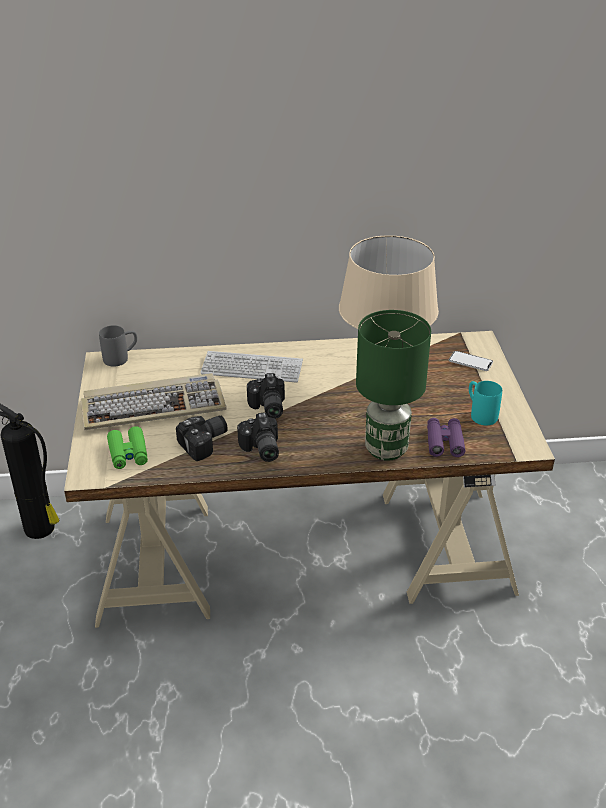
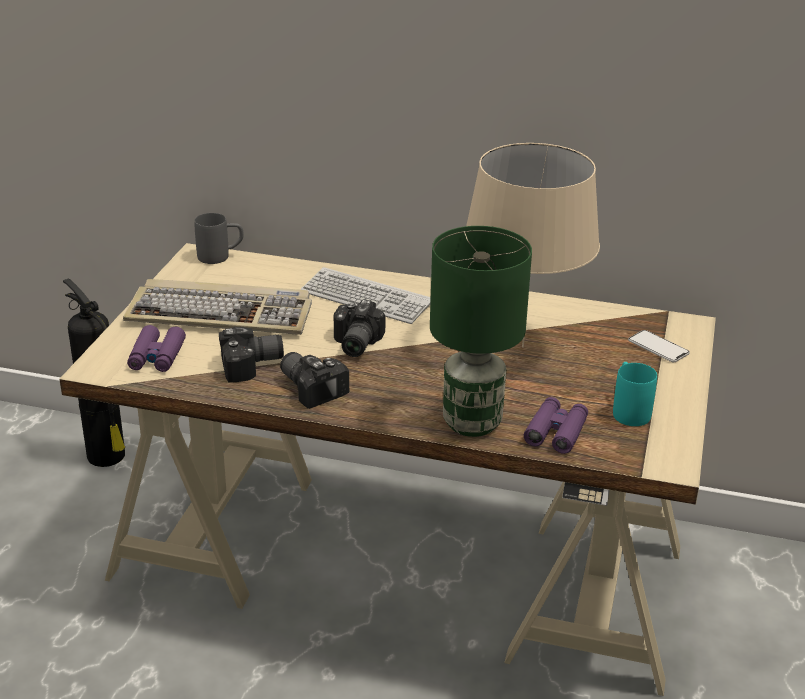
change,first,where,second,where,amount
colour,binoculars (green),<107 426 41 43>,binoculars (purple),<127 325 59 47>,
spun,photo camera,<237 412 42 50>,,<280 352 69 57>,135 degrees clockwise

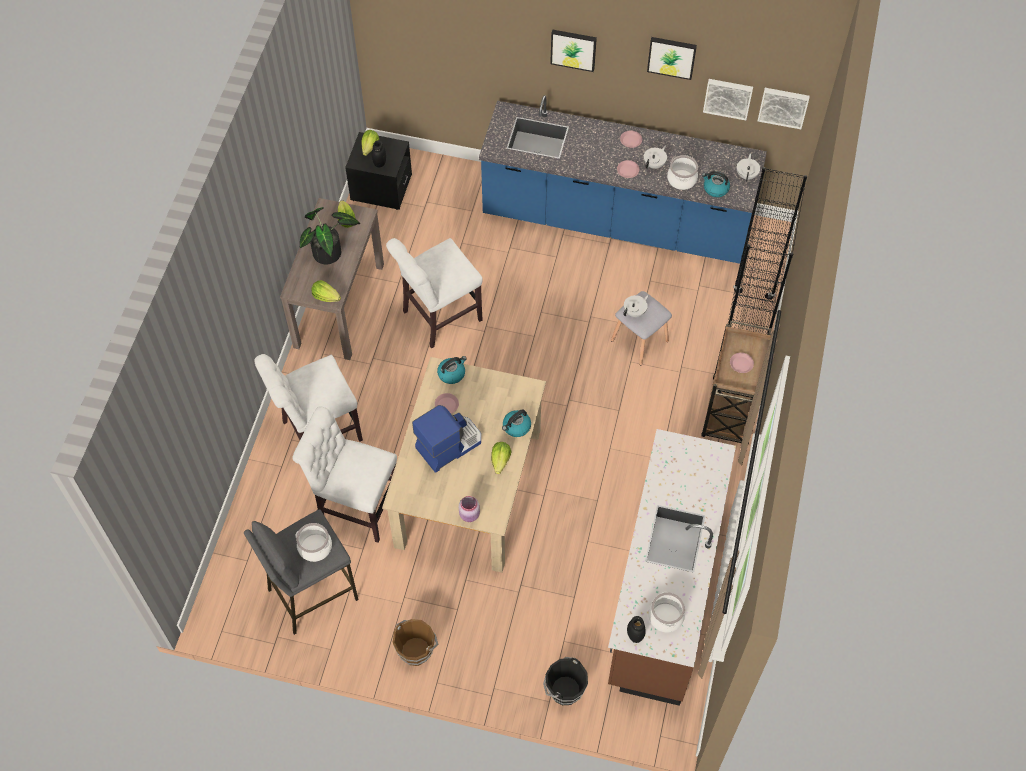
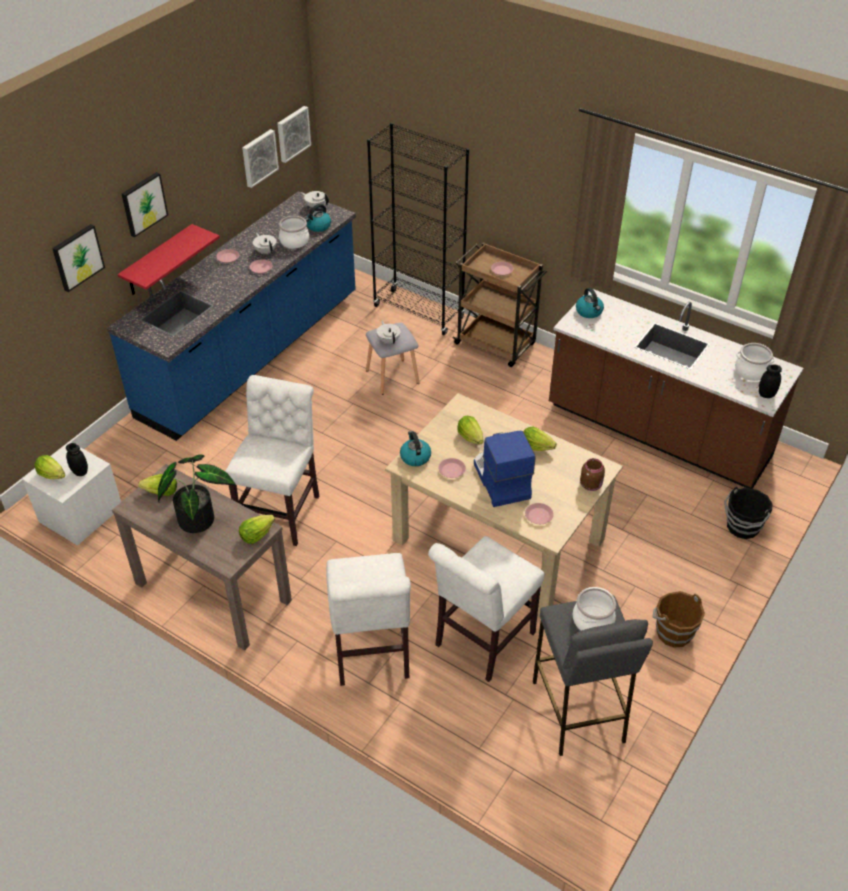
change,first,where,second,where,amount
colour,nightstand (black),<345 132 67 78>,nightstand (white),<22 442 99 103>,
relocated,picture,<647 37 50 43>,,<52 224 53 68>,
appeared,,,shelf (red),<118 224 102 71>,
spun,chair (white),<386 238 97 111>,,<225 375 94 171>,150 degrees counterclockwise
appeared,,,lettuce,<457 416 27 29>,
appeared,,,plate (pink),<525 503 29 21>,
relocated,kettle,<502 409 29 28>,,<576 288 28 30>,
colour,jar (pink),<459 496 21 26>,jar (brown),<580 458 25 33>,

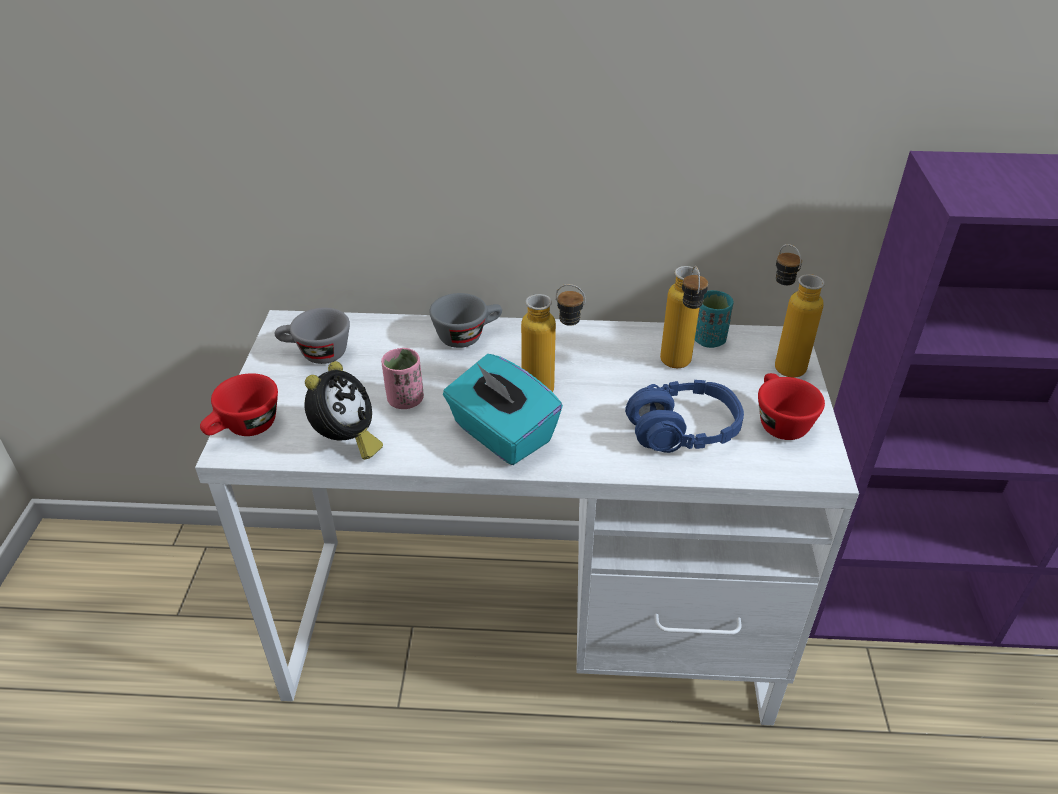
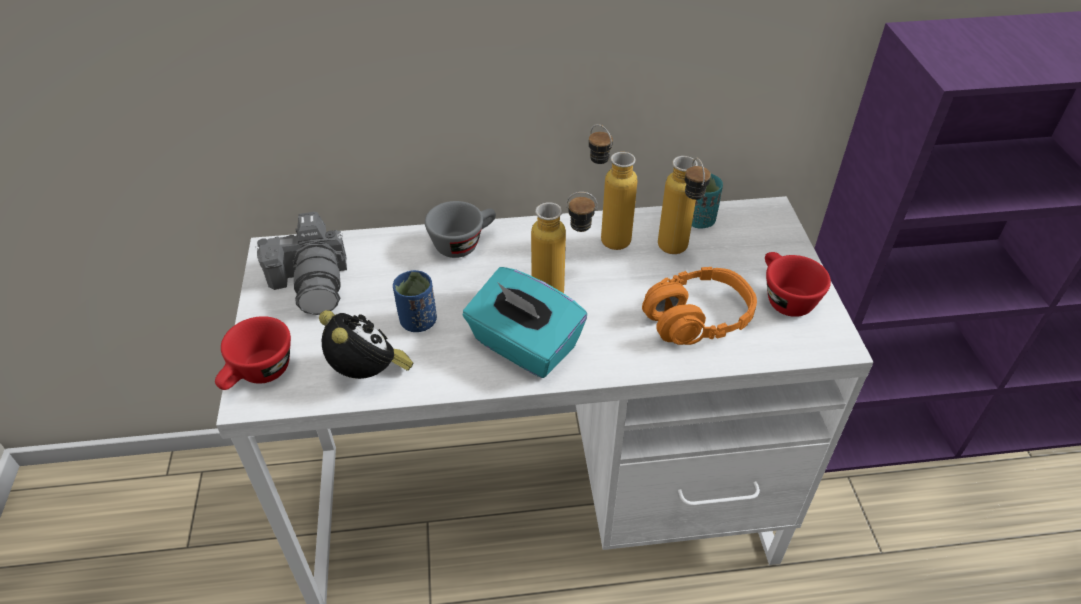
change,first,where,second,where,amount
exchanged,cup (grey),<275 308 75 56>,photo camera,<255 212 92 103>,
spun,alarm clock,<304 361 79 99>,,<319 310 94 69>,45 degrees counterclockwise
colour,cup (pink),<381 348 43 61>,cup (blue),<393 270 44 62>,
relocated,bottle,<775 244 50 134>,,<589 124 48 126>,
colour,headphones (blue),<625 380 119 73>,headphones (orange),<642 267 115 78>,

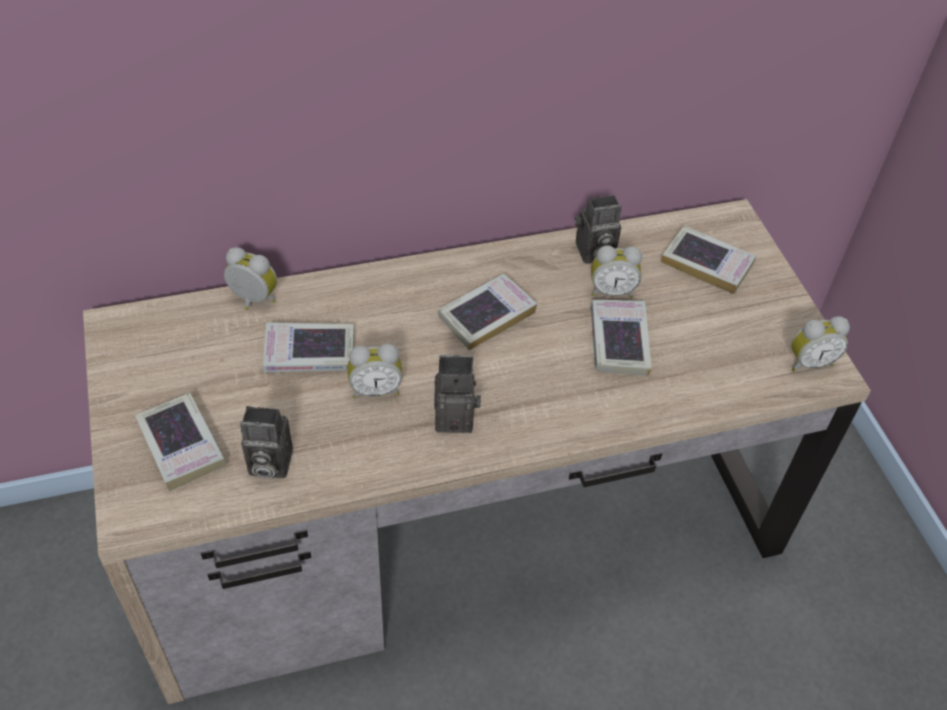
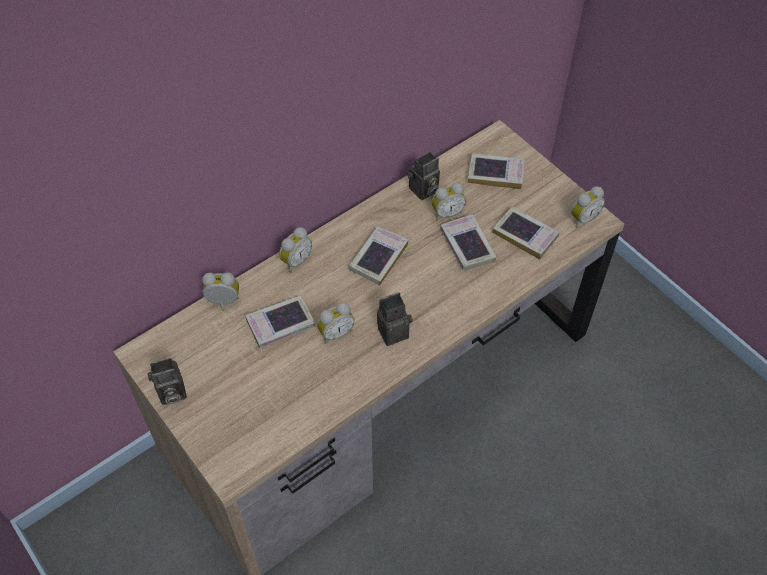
change,first,where,second,where,amount
relocated,photo camera,<240 406 53 73>,,<147 358 40 47>,
appeared,,,alarm clock,<279 227 33 45>,
relocated,book,<135 393 91 98>,,<493 206 67 54>,

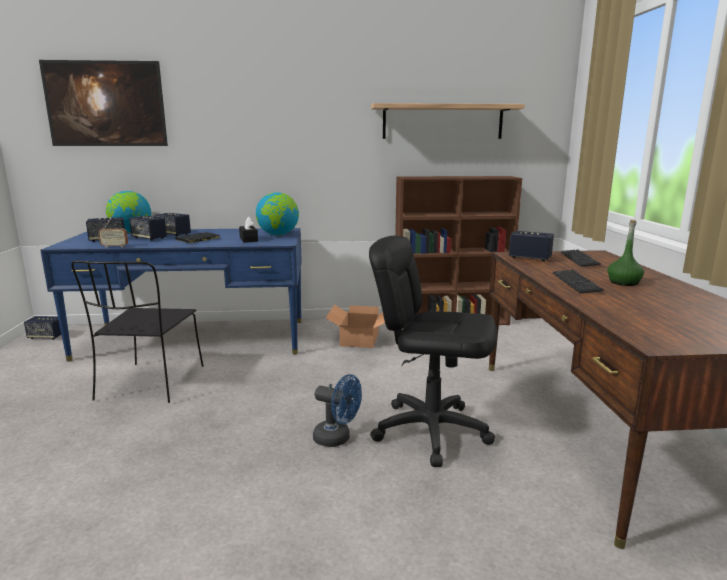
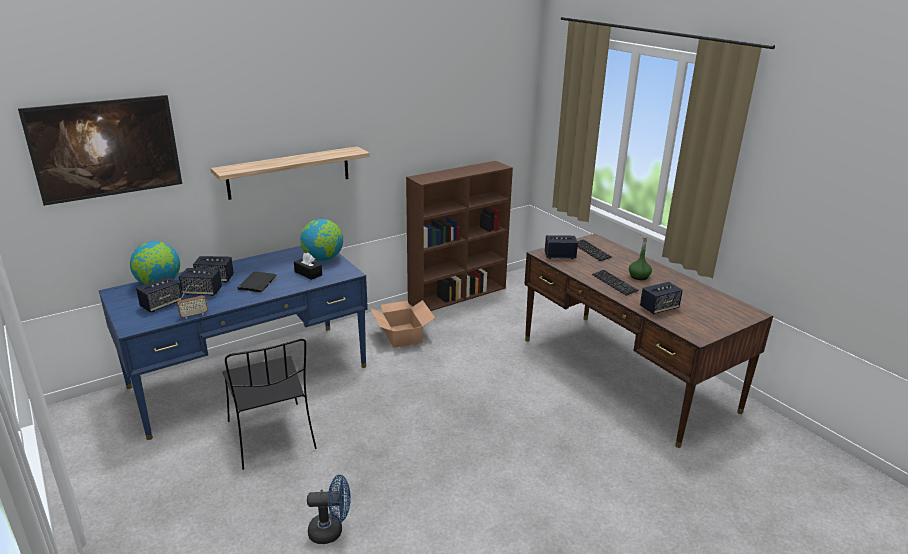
change,first,where,second,where,amount
relocated,shelf,<371 103 154 36>,,<211 146 159 54>,
relocated,fan (blue),<313 374 49 73>,,<307 475 44 69>,
relocated,speaker,<24 316 37 24>,,<640 282 43 32>,
missing,office chair (black),<369 236 128 231>,,,

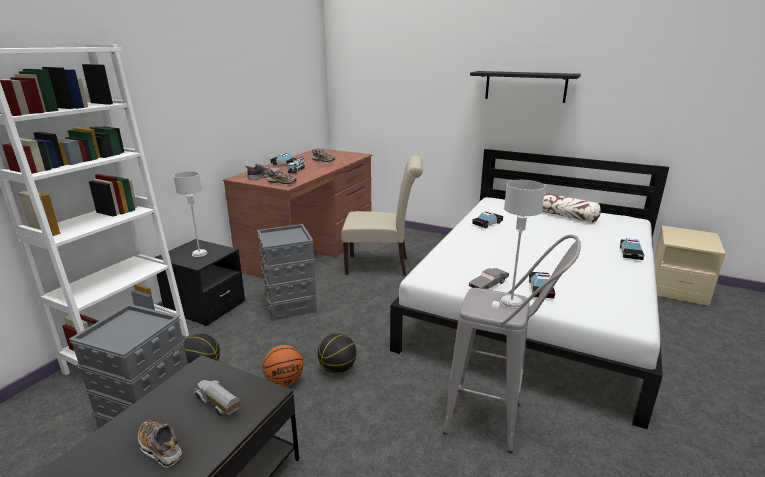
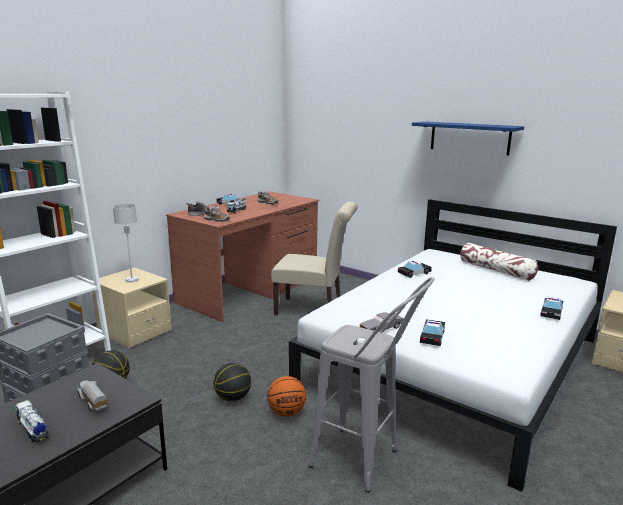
change,first,where,second,where,amount
exchanged,shoe,<138 420 45 48>,toy truck,<15 400 34 42>,
colour,nightstand (black),<154 239 91 87>,nightstand (beige),<91 267 81 81>,
relocated,basketball,<262 345 41 41>,,<267 376 39 41>,
colour,shelf (black),<470 71 111 32>,shelf (blue),<412 121 112 34>,
missing,storage box (grey),<257 224 60 97>,,,
missing,table lamp (grey),<500 180 45 129>,,,

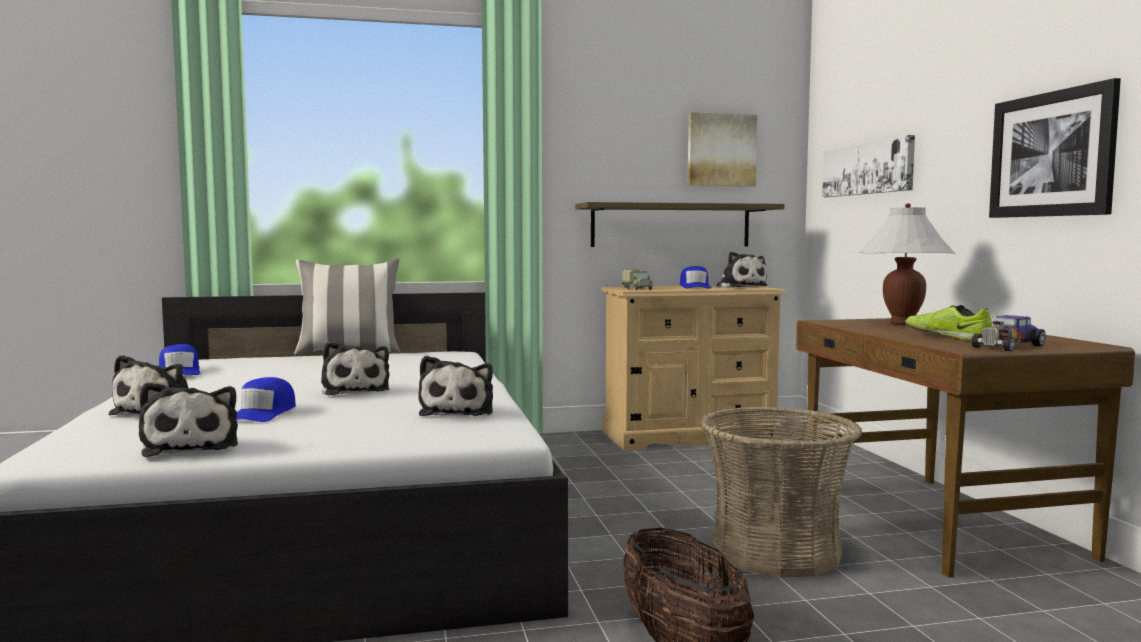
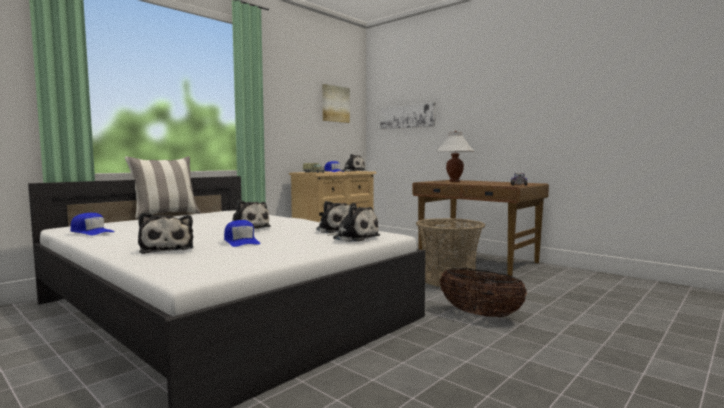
change,first,where,second,where,amount
relocated,plush toy,<139 382 99 75>,,<327 206 53 36>,
missing,shelf,<575 202 210 45>,,,
missing,shoe,<905 305 87 36>,,,
missing,picture,<989 78 132 140>,,,

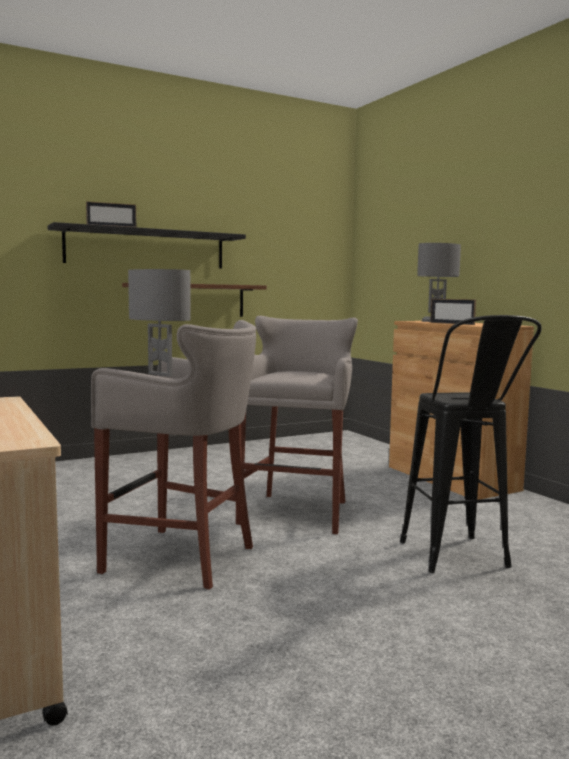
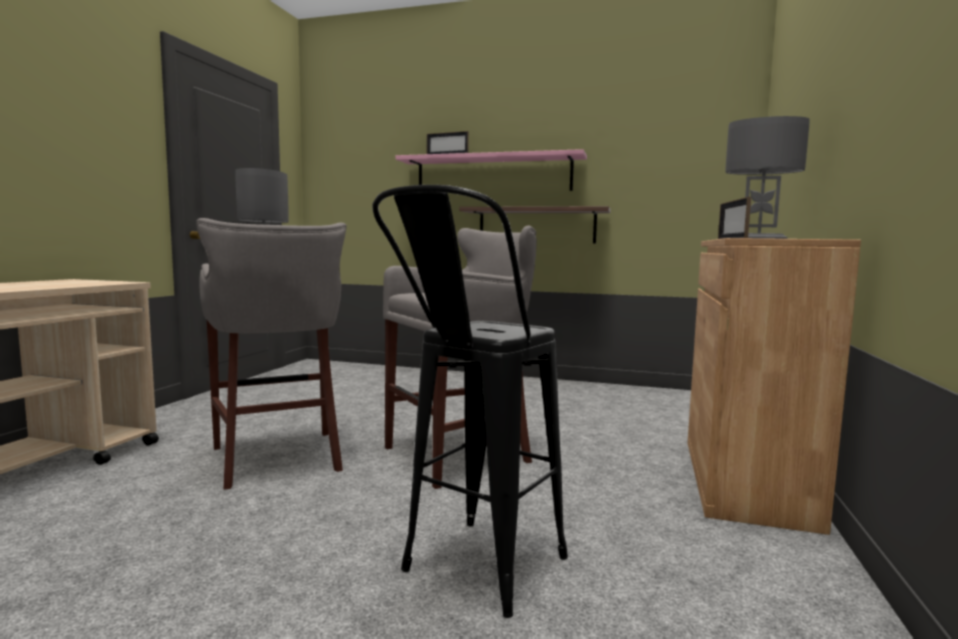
change,first,where,second,where,amount
colour,shelf (black),<48 222 198 46>,shelf (pink),<395 149 192 42>,

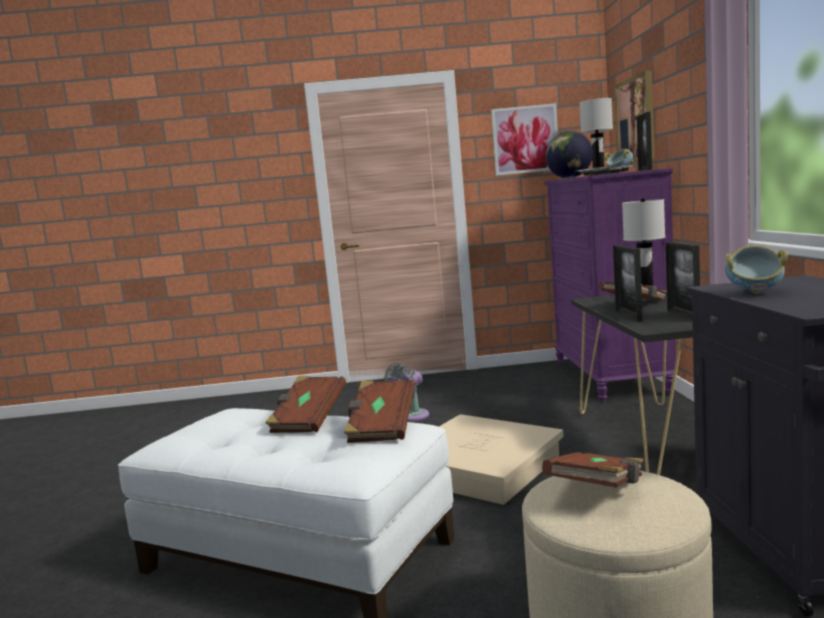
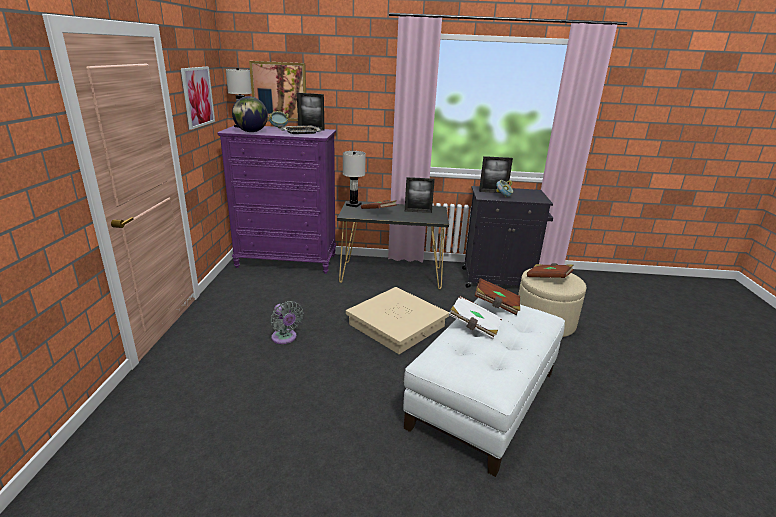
change,first,where,second,where,amount
colour,book (brown),<265 376 81 57>,book (white),<449 296 53 44>,
relocated,picture frame,<613 245 30 77>,,<479 156 34 37>,

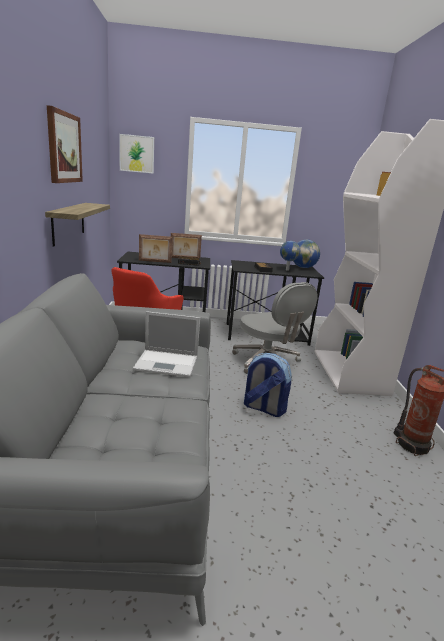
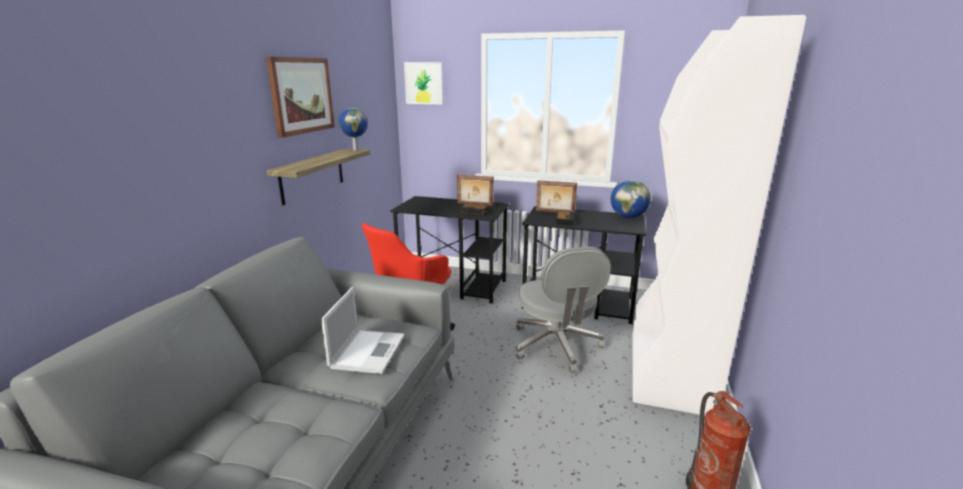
change,first,where,second,where,amount
spun,laptop,<132 311 68 66>,,<321 287 83 87>,105 degrees counterclockwise
relocated,globe,<280 241 20 30>,,<339 108 29 43>,
relocated,picture frame,<139 234 33 29>,,<536 180 41 34>,
missing,backpack,<244 353 48 64>,,,

